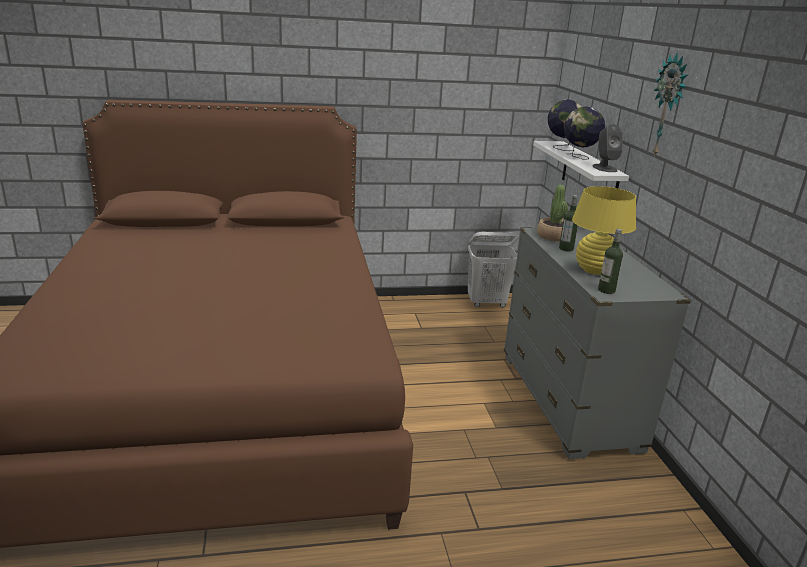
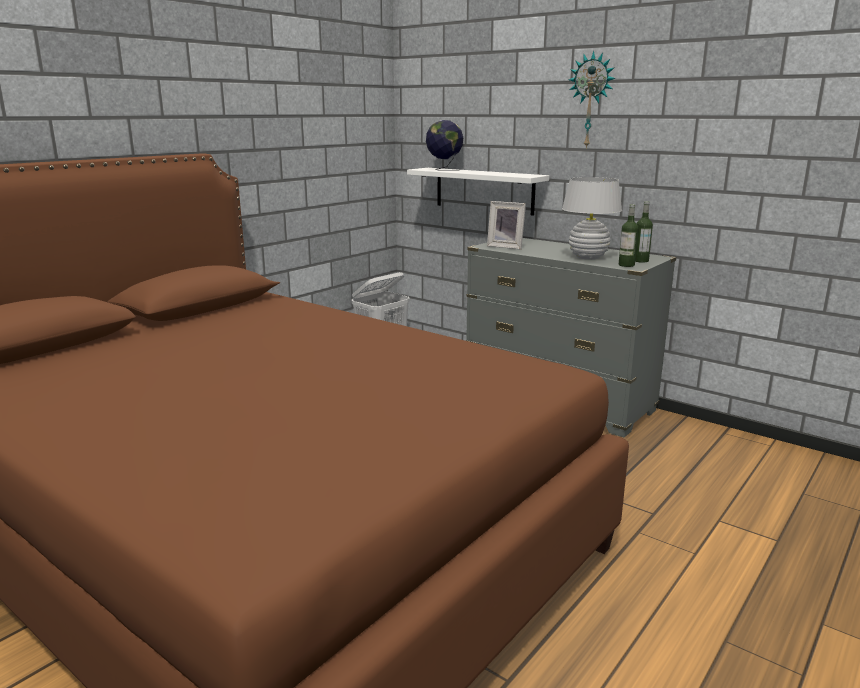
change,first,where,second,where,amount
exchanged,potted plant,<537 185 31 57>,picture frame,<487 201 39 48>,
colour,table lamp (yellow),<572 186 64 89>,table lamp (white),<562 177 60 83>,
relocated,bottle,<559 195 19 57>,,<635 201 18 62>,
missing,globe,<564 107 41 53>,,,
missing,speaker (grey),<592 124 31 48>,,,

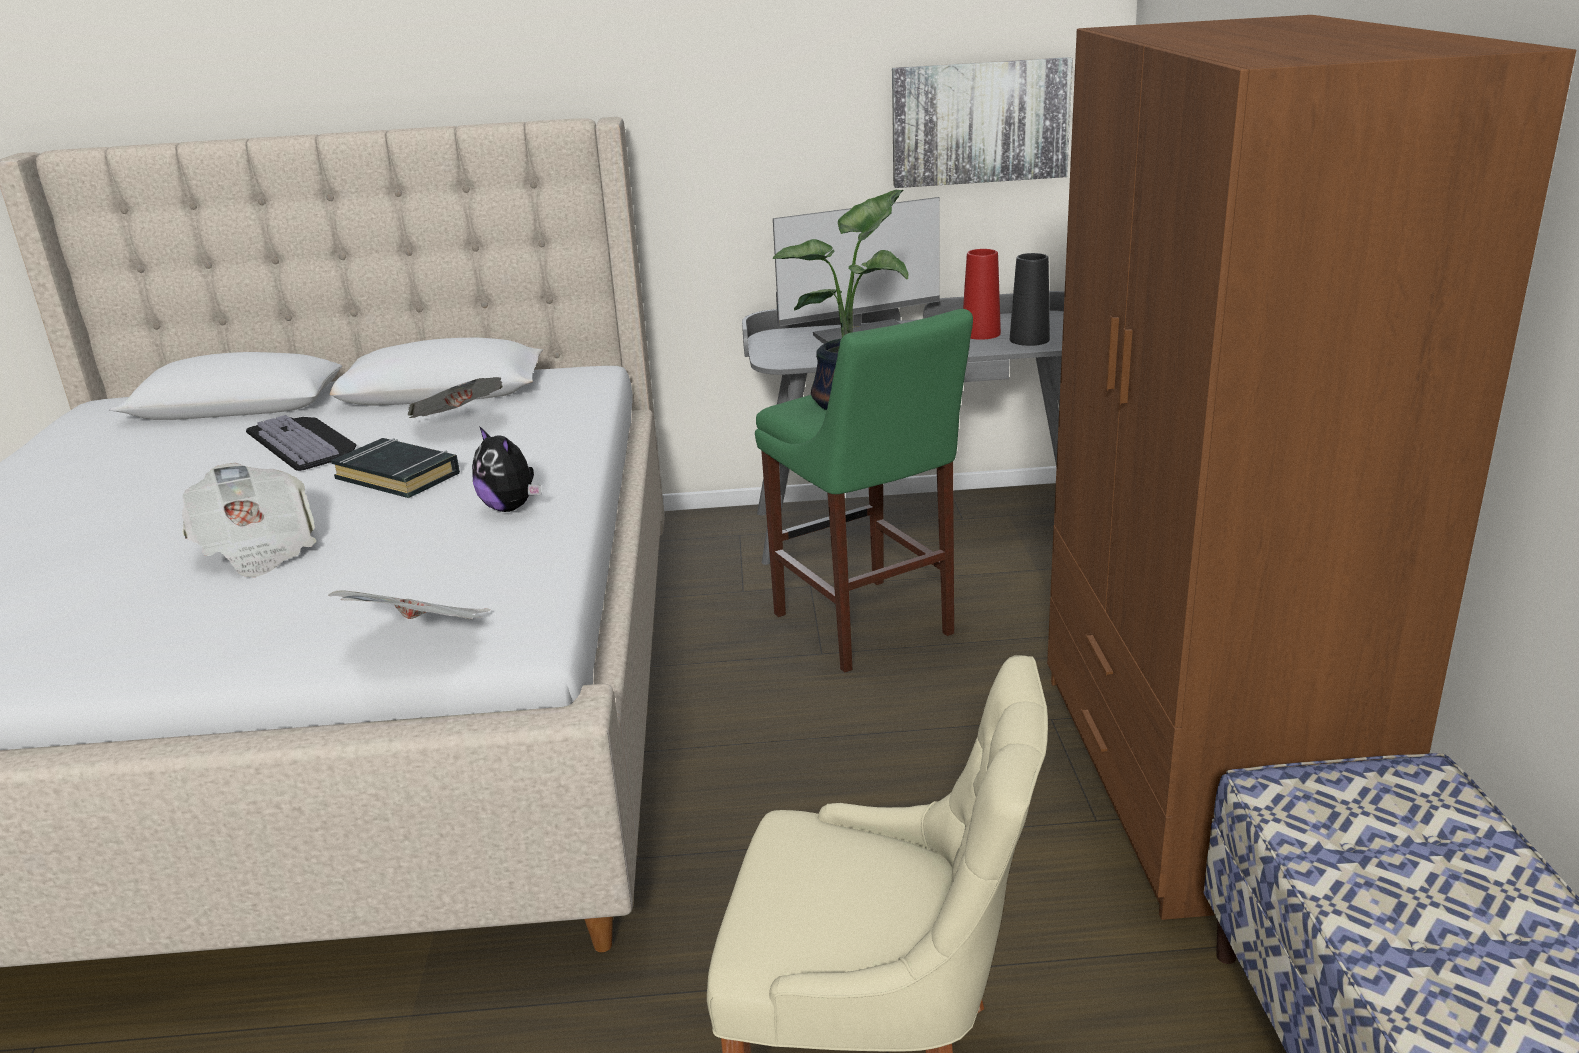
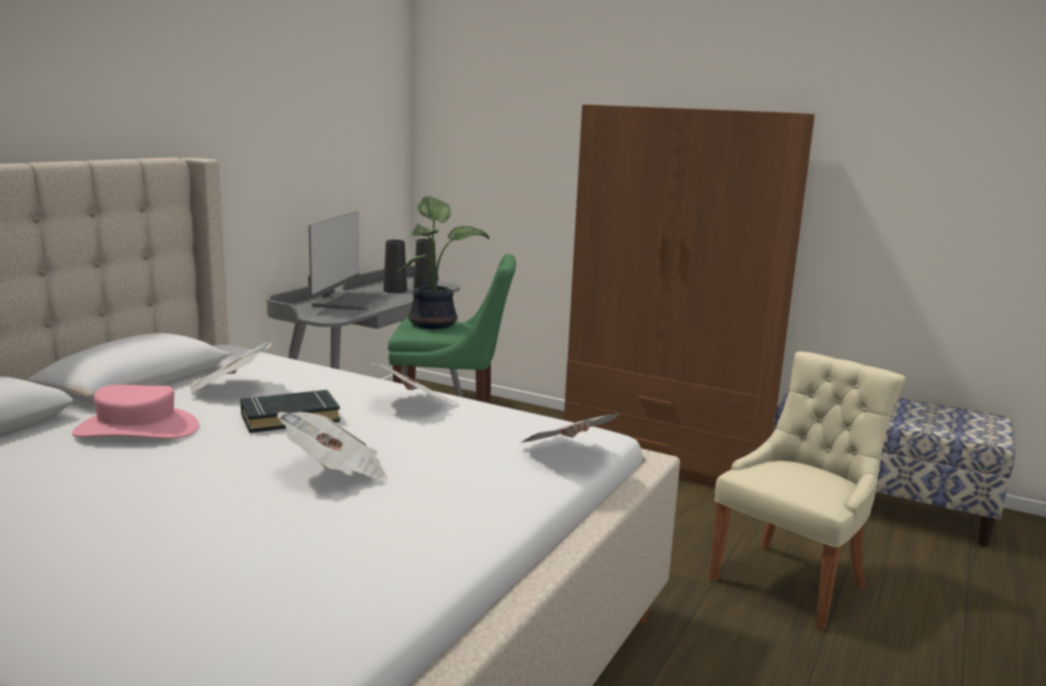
change,first,where,second,where,amount
exchanged,keyboard,<246 415 111 56>,hat (pink),<72 385 127 53>,
exchanged,plush toy,<472 426 69 86>,newspaper,<371 363 84 39>,
colour,vase (red),<963 249 38 91>,vase (black),<383 240 24 53>,
missing,picture,<892 57 181 131>,,,

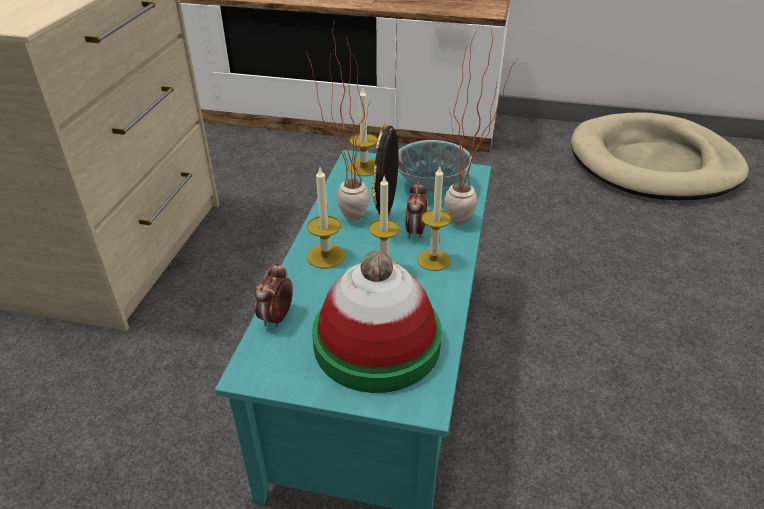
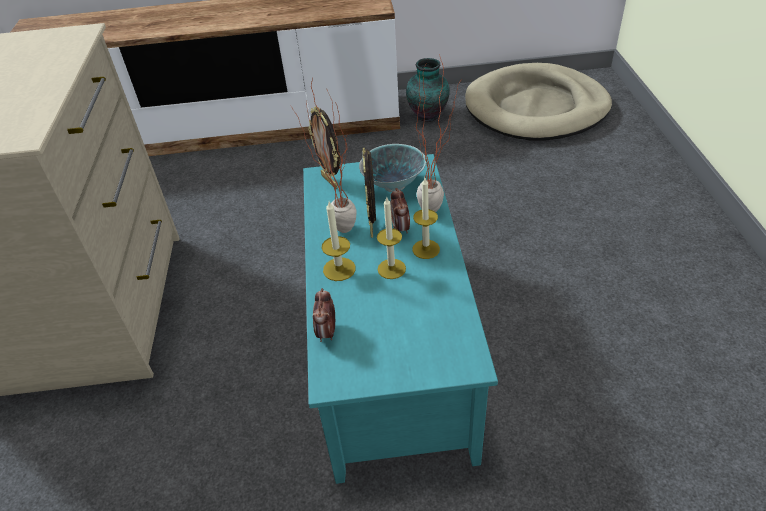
change,first,where,second,where,amount
exchanged,candle,<349 87 29 89>,picture frame,<308 107 32 82>,
appeared,,,vase,<406 58 44 64>,
missing,hat,<312 251 130 142>,,,

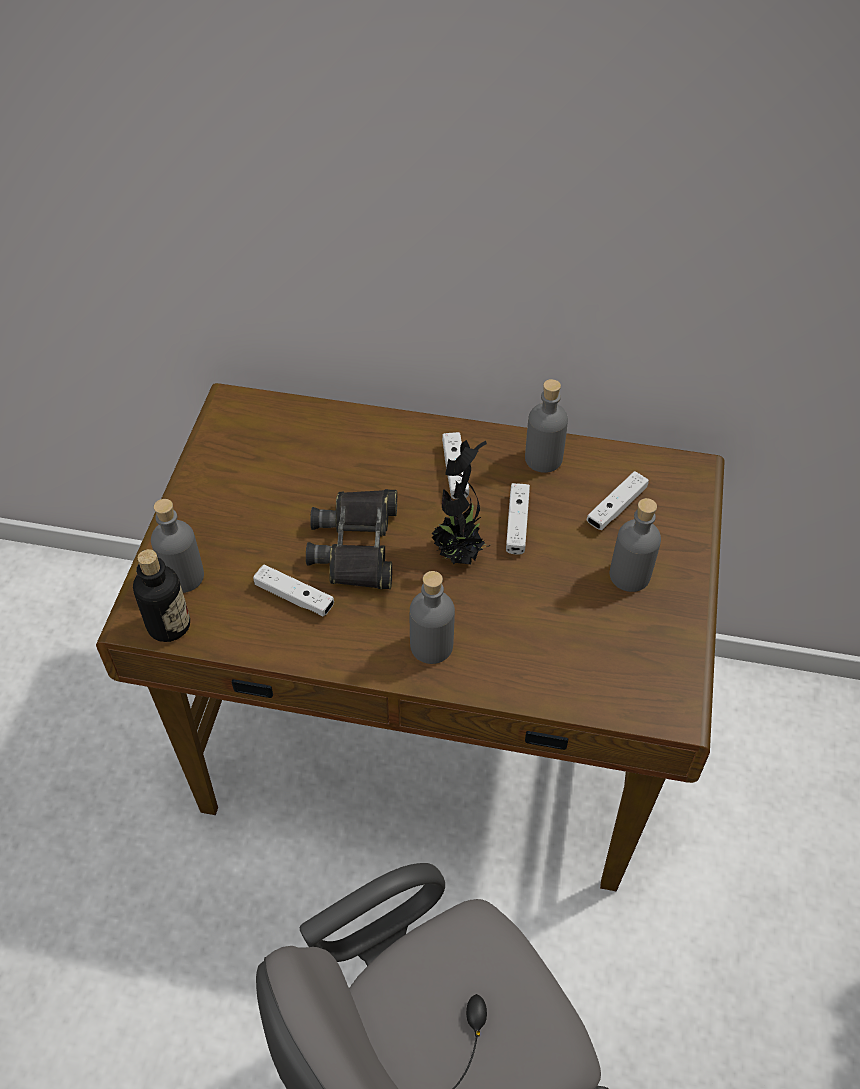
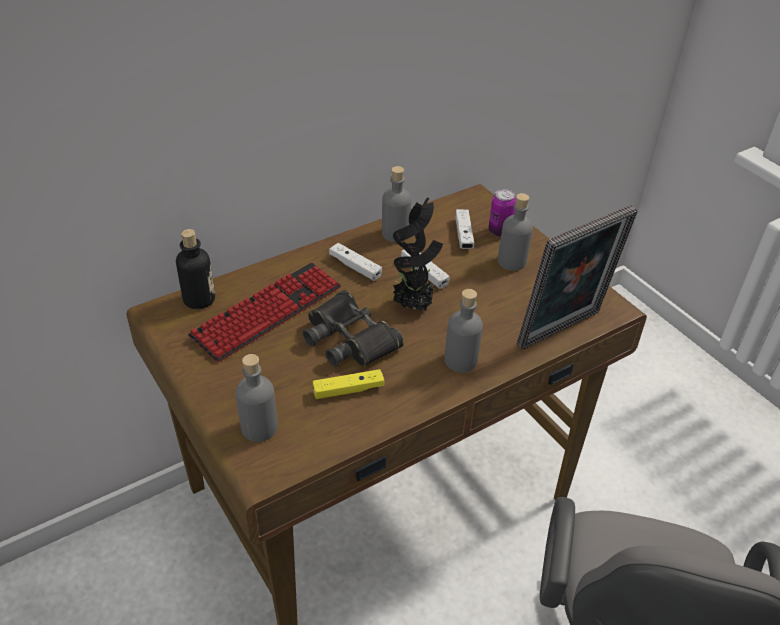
change,first,where,second,where,amount
relocated,bottle,<133 549 57 93>,,<176 229 39 80>,
appeared,,,keyboard,<188 263 153 99>,
colour,game controller (white),<253 565 81 51>,game controller (yellow),<313 369 71 30>,
appeared,,,can,<488 189 28 48>,
appeared,,,picture frame,<517 205 121 144>,

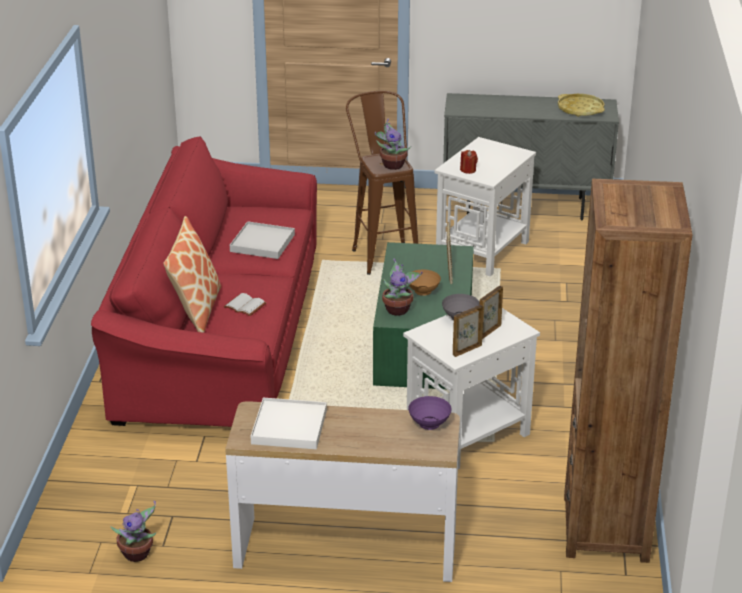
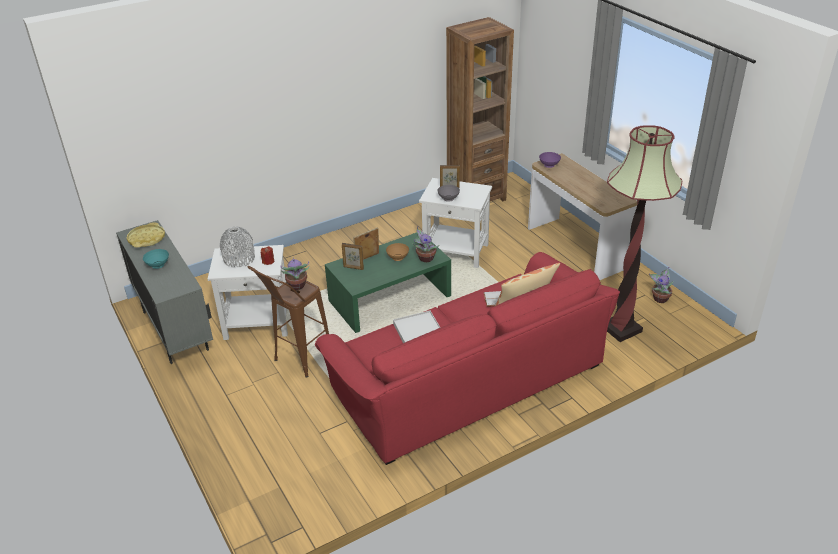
change,first,where,second,where,amount
appeared,,,bowl (turquoise),<143 249 26 20>,
appeared,,,vase (grey),<220 227 35 41>,
relocated,picture frame,<453 305 31 52>,,<342 243 22 27>,
appeared,,,floor lamp,<607 125 76 217>,
missing,tray (white),<251 398 76 51>,,,

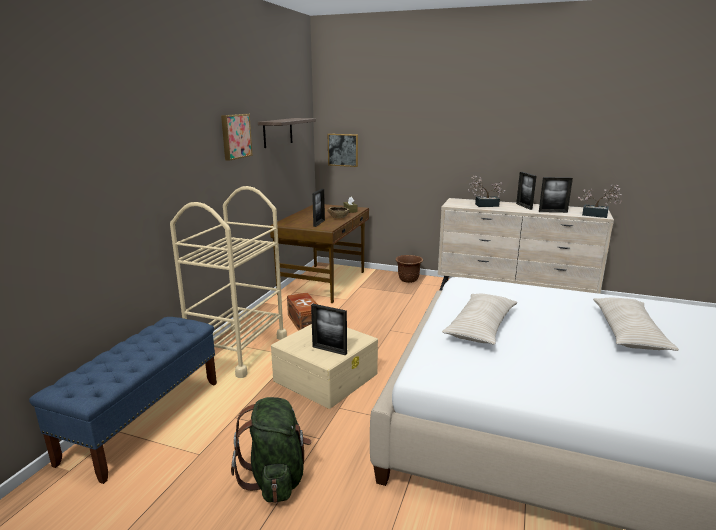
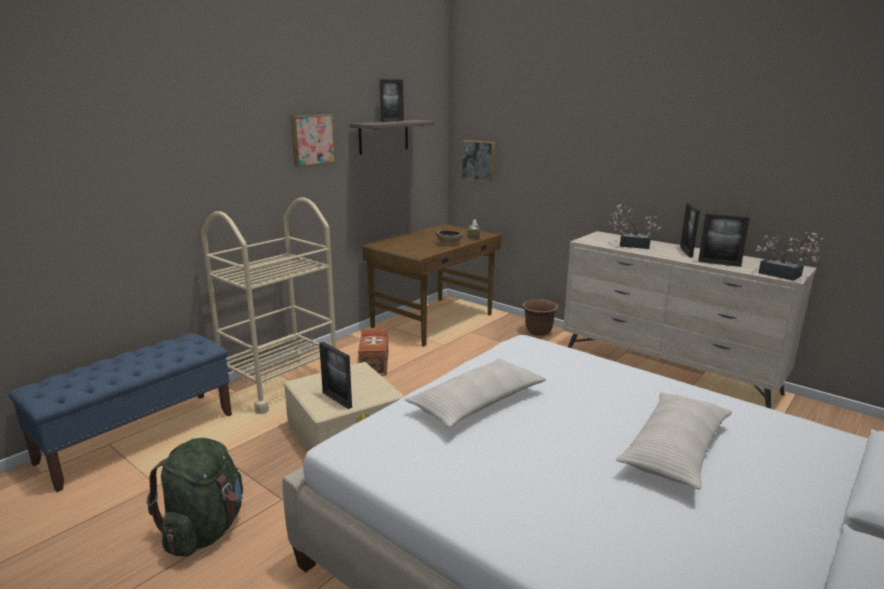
change,first,where,second,where,amount
relocated,picture frame,<312 189 13 38>,,<380 79 24 43>,

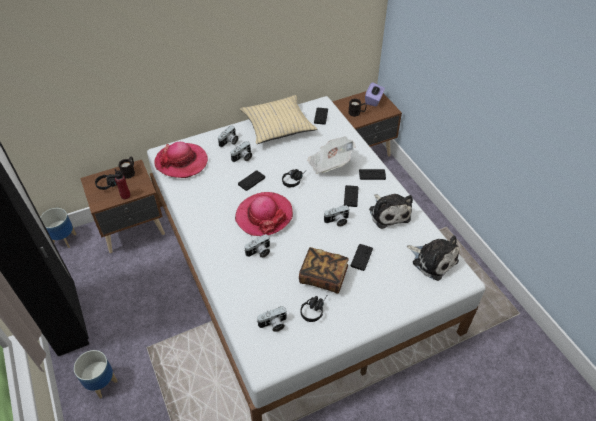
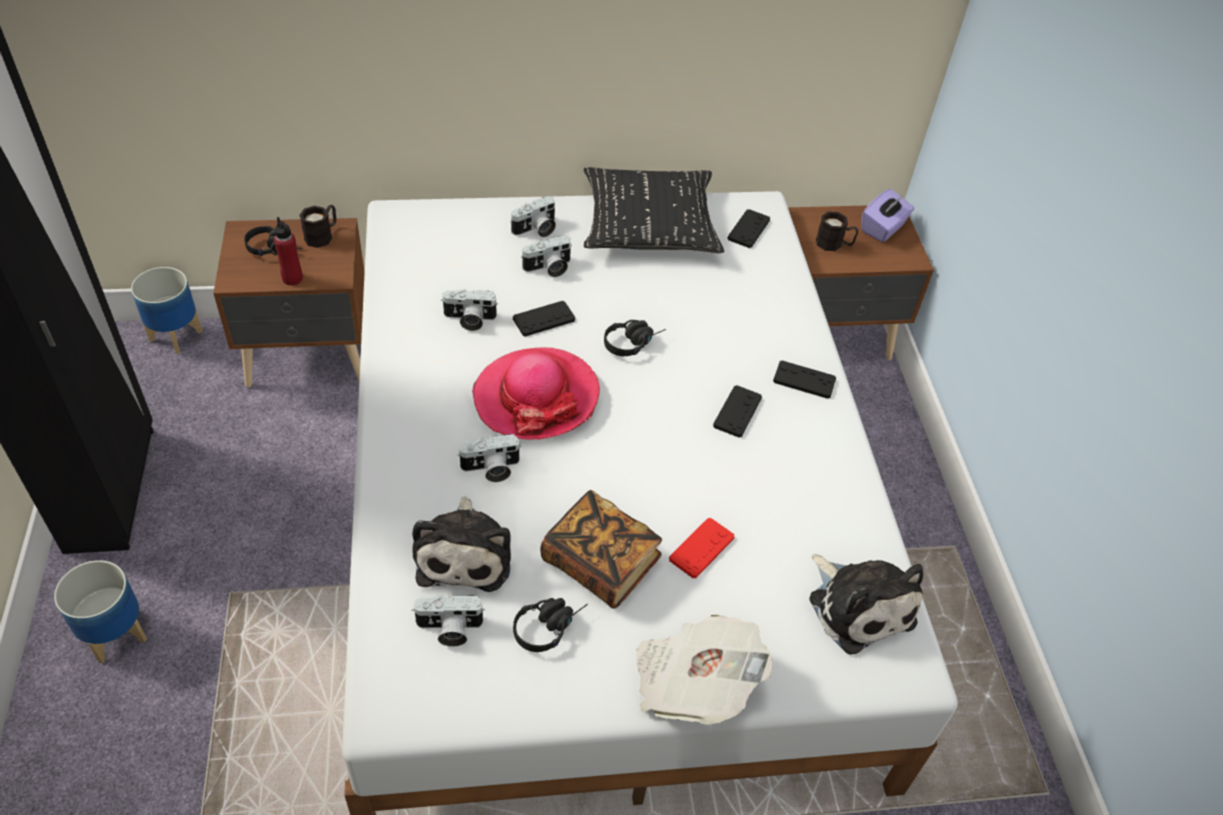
change,first,where,second,where,amount
relocated,plush toy,<369 194 44 35>,,<412 496 99 96>,
relocated,photo camera,<323 205 26 22>,,<441 289 57 42>,
colour,pillow (beige),<240 95 77 49>,pillow (black),<584 167 140 86>,
relocated,newspaper,<307 136 48 38>,,<636 614 137 111>,
colour,game controller (black),<351 244 22 27>,game controller (red),<669 518 66 61>,
missing,hat,<154 142 54 36>,,,

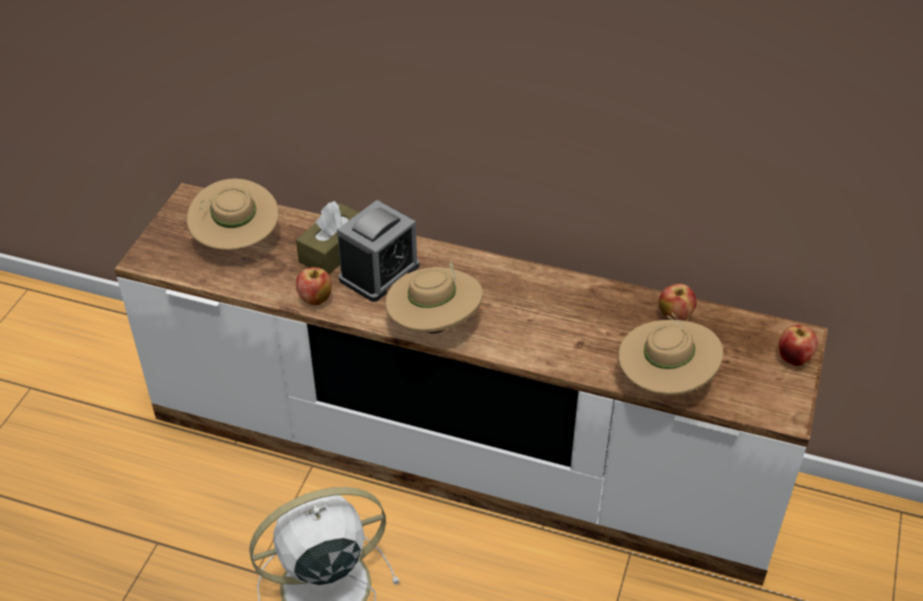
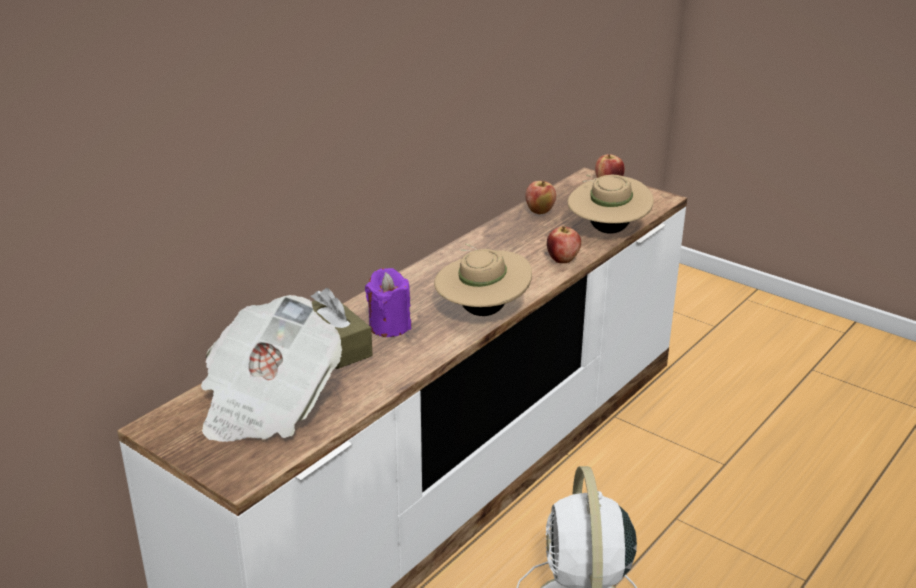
change,first,where,second,where,amount
exchanged,hat (beige),<187 179 92 71>,newspaper,<201 295 141 147>,
exchanged,alarm clock,<337 200 83 102>,candle (purple),<365 268 46 69>,
relocated,apple,<296 267 36 38>,,<547 226 34 37>,

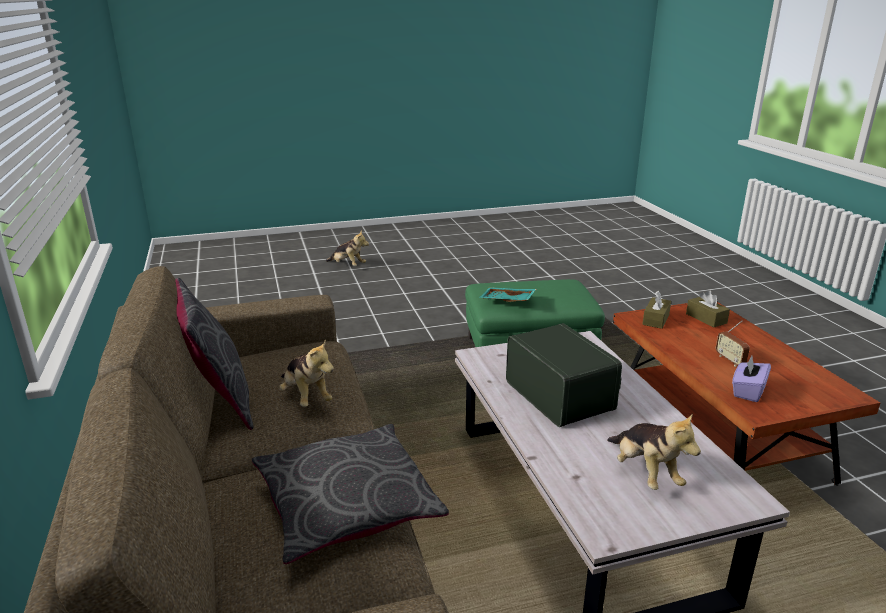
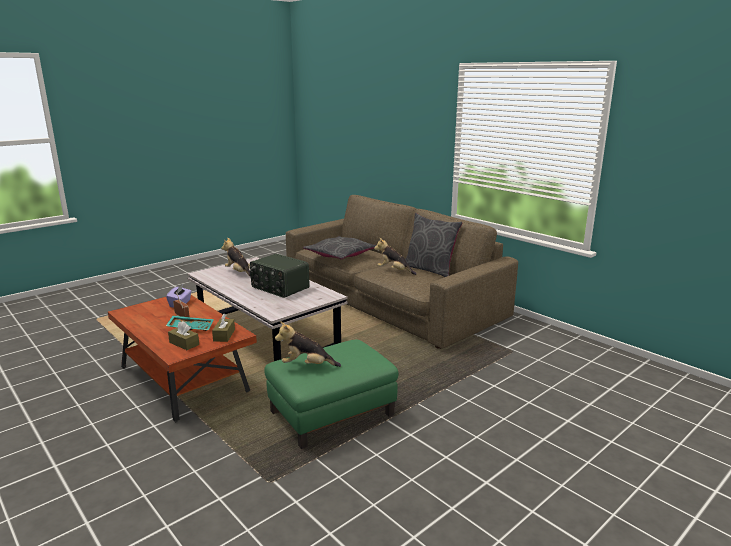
change,first,where,second,where,amount
relocated,tray (turquoise),<479 288 57 14>,,<166 315 48 16>,
relocated,plush toy,<326 230 43 36>,,<275 321 66 46>,

